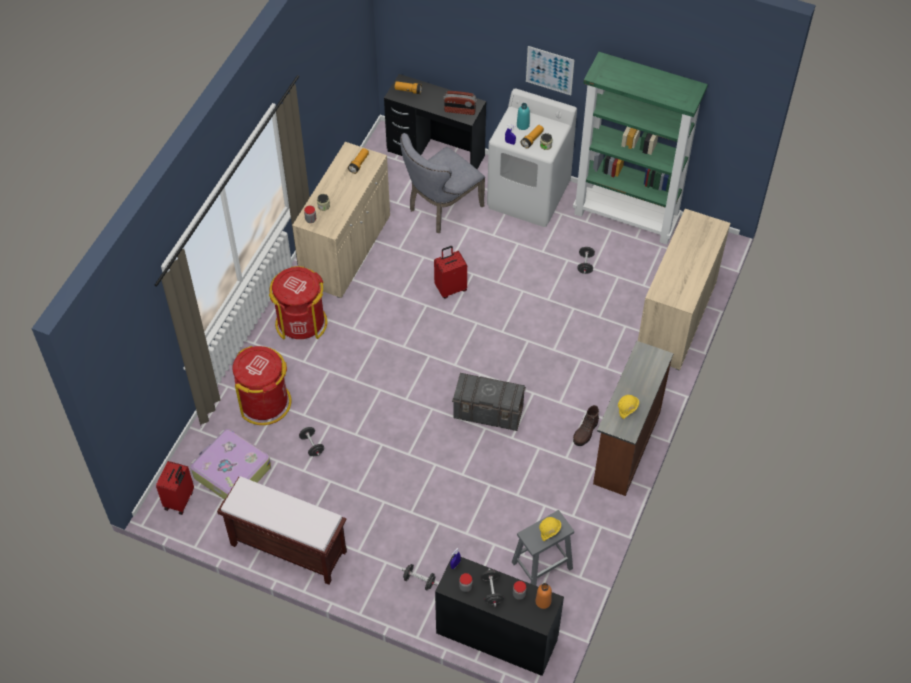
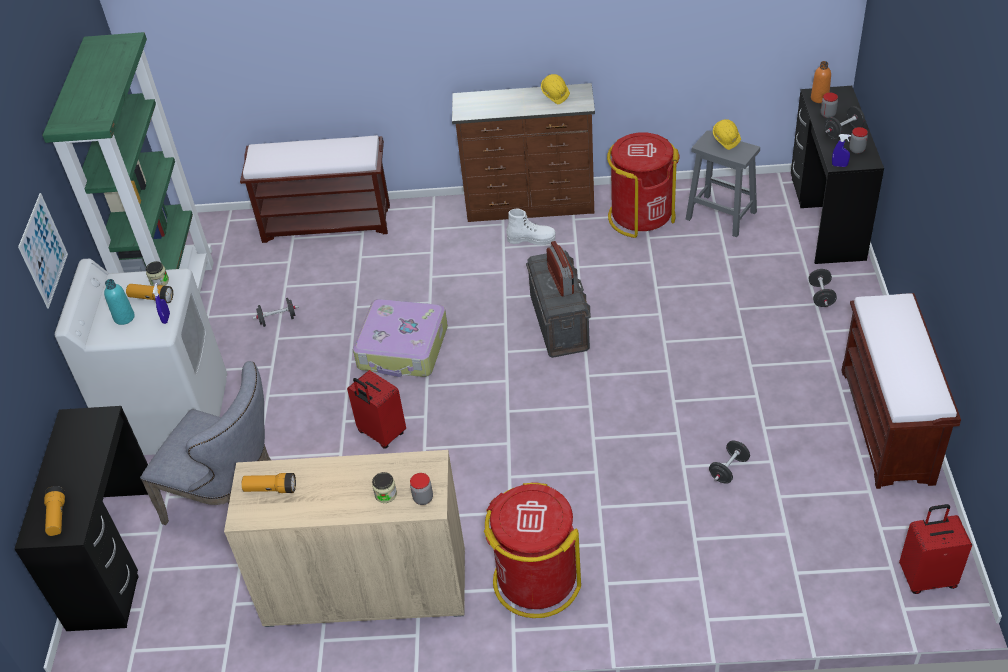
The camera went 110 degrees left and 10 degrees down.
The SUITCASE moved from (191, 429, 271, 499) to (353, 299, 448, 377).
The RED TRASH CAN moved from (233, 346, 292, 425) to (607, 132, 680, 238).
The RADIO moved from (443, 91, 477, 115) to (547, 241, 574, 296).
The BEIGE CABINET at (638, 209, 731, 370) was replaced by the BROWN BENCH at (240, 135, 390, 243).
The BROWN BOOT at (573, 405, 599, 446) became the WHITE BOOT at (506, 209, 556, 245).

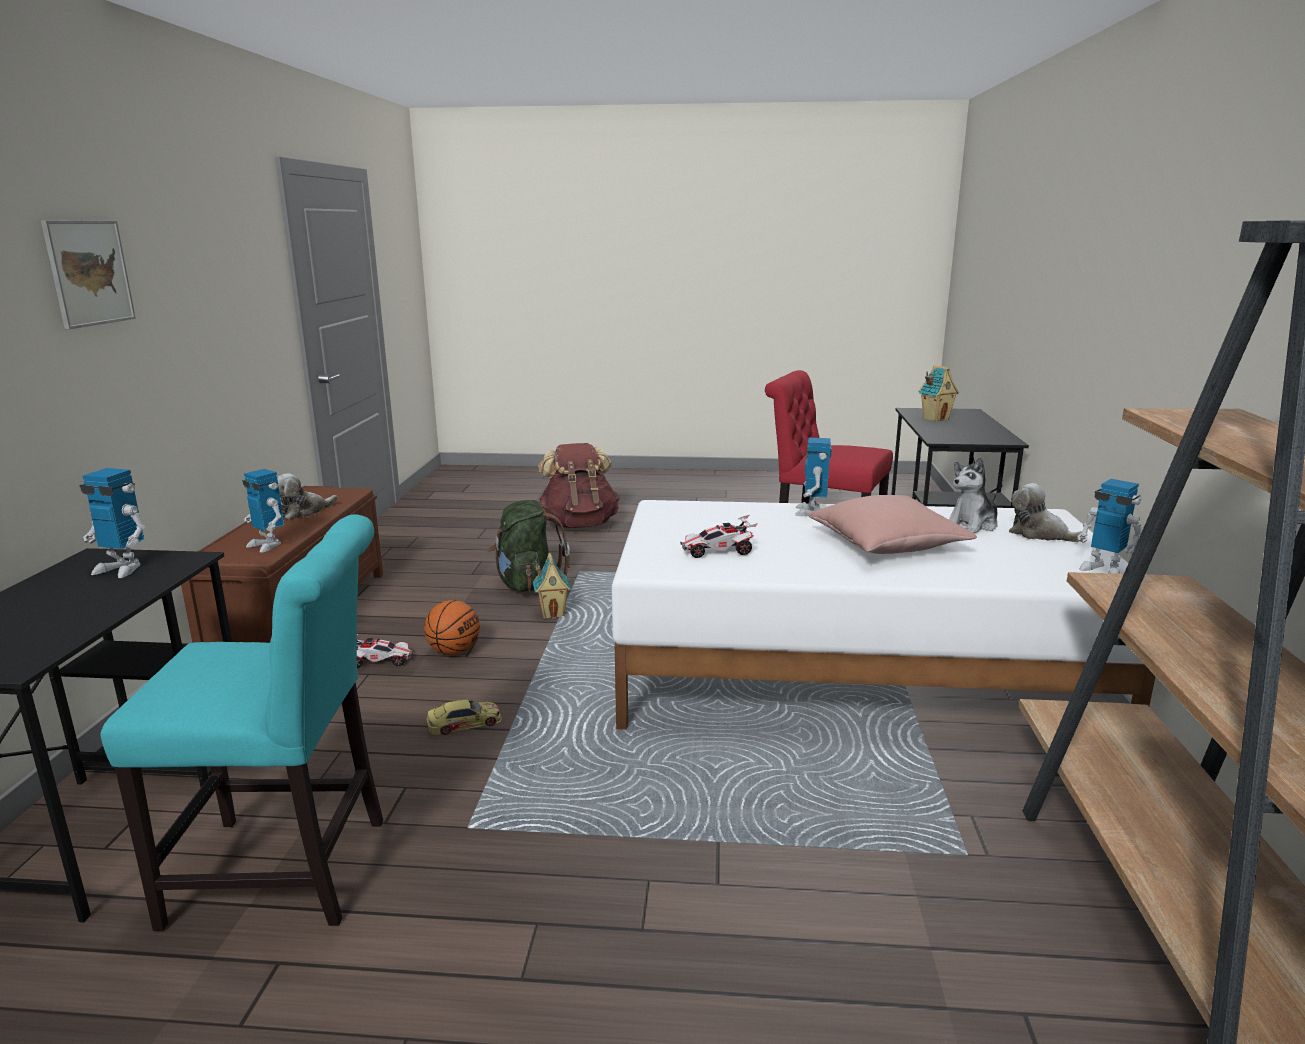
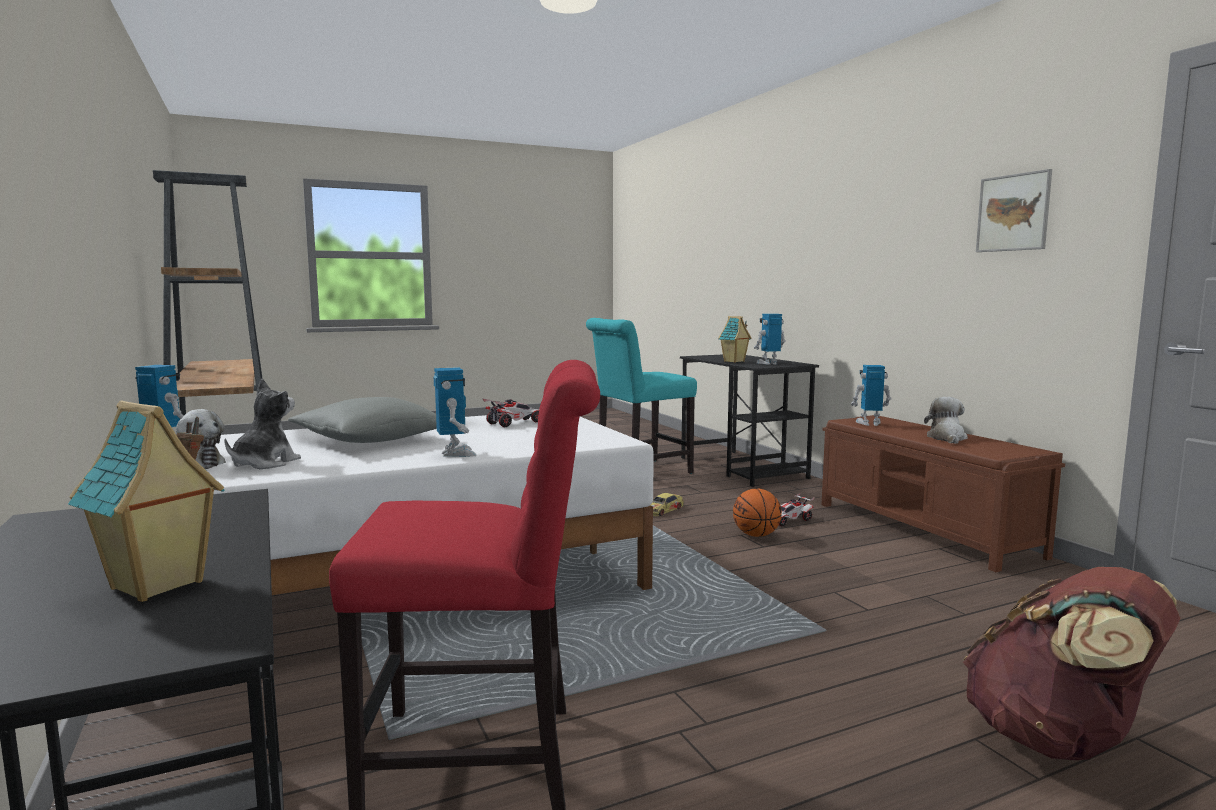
The camera went 150 degrees right and 10 degrees down.
The GREEN BACKPACK at (487, 500, 570, 592) disappeared.
The PICTURE moved from (41, 220, 136, 329) to (976, 169, 1052, 252).
The TOY HOUSE moved from (533, 553, 571, 619) to (719, 316, 751, 363).
The PINK PILLOW at (808, 495, 977, 554) became the GREY PILLOW at (288, 397, 437, 443).

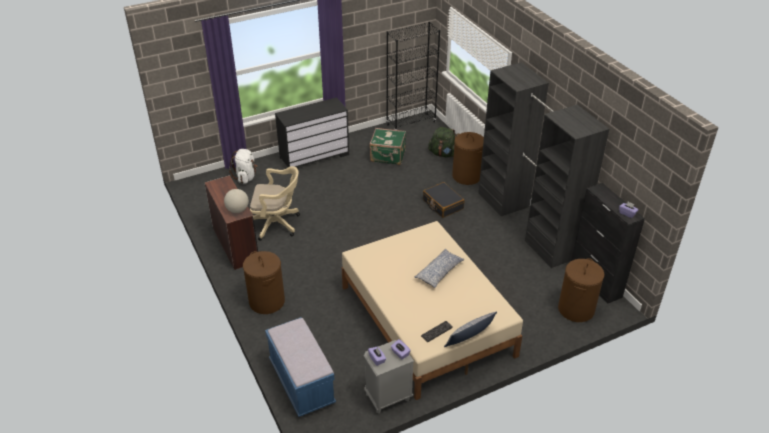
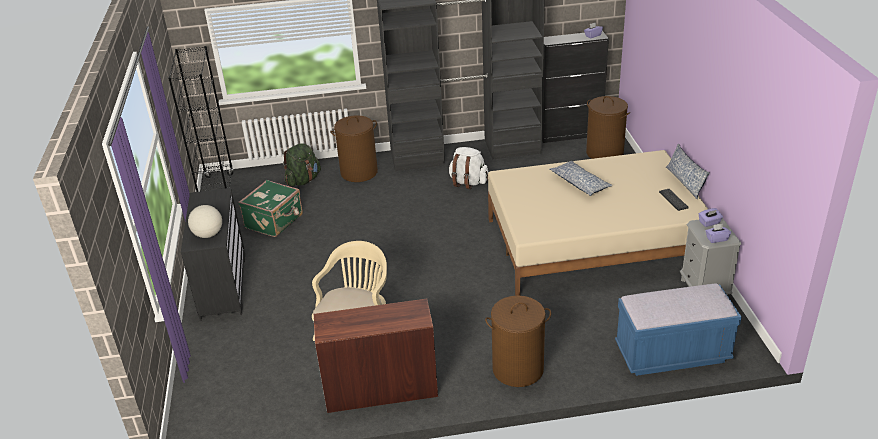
The camera went 70 degrees left and 5 degrees down.
The BLACK SUITCASE at (423, 182, 465, 218) disappeared.
The GLOBE moved from (224, 189, 249, 213) to (188, 205, 222, 238).
The WHITE BACKPACK moved from (229, 149, 257, 184) to (449, 147, 488, 189).

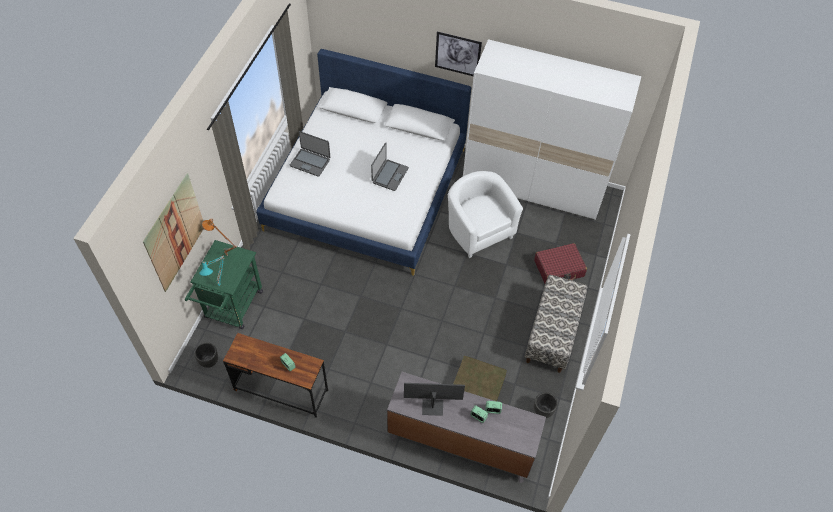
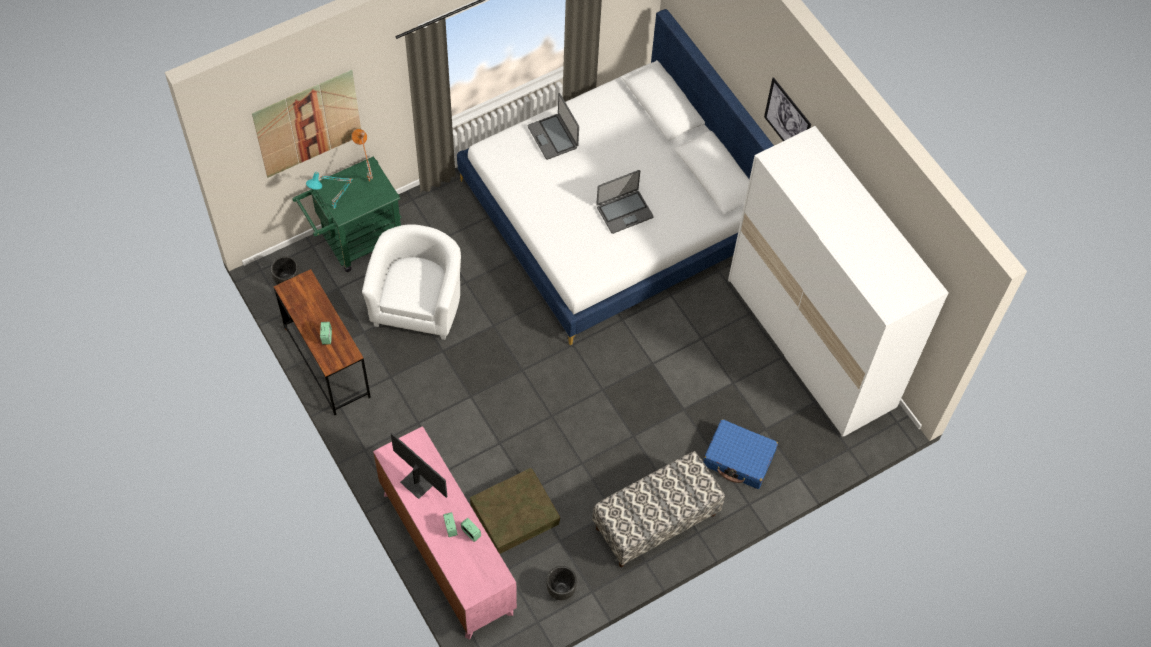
The camera went 40 degrees right and 5 degrees up.
The WHITE ARMCHAIR moved from (448, 171, 523, 258) to (362, 224, 461, 340).
The GREY DRESSER at (387, 372, 546, 483) became the PINK DRESSER at (373, 426, 517, 640).
The RED SUITCASE at (534, 243, 587, 283) became the BLUE SUITCASE at (704, 419, 778, 489).

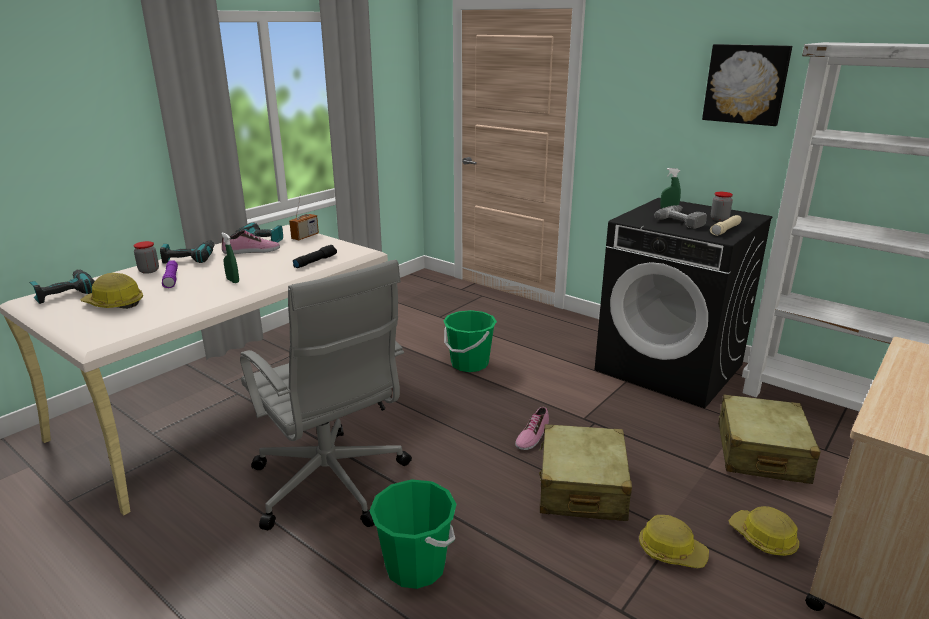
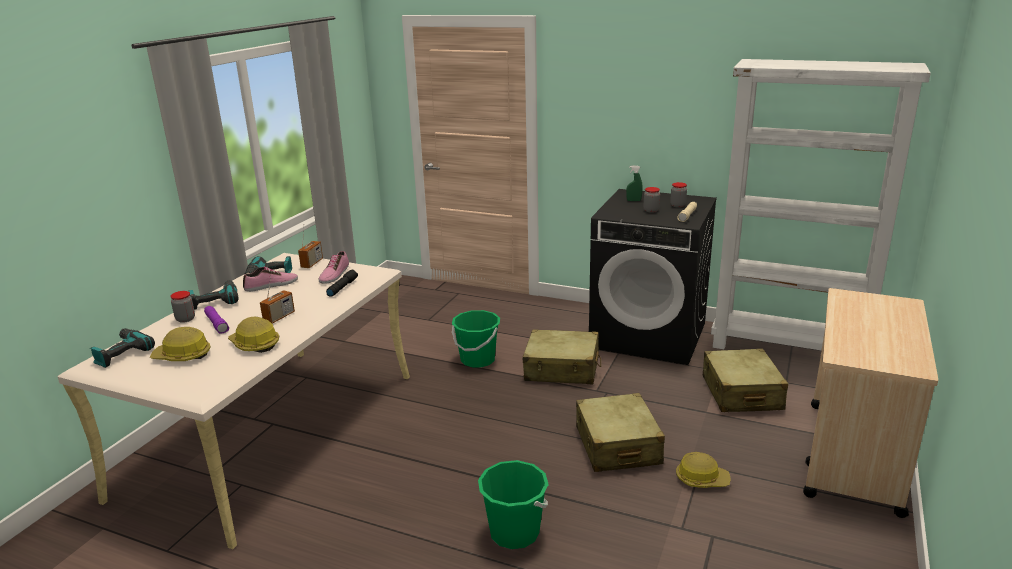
The camera went 15 degrees left and 0 degrees up.
The GREY OFFICE CHAIR at (240, 259, 412, 530) disappeared.
The PICTURE at (702, 44, 792, 126) disappeared.
The BEIGE SUITCASE at (523, 329, 601, 384) appeared.
The SHOE moved from (515, 407, 549, 450) to (319, 251, 349, 284).
The HARD HAT moved from (729, 506, 799, 556) to (228, 317, 279, 353).
The GREEN SPRAY BOTTLE at (221, 233, 239, 283) was replaced by the RADIO at (260, 271, 295, 324).
The POWER DRILL at (654, 205, 707, 229) was replaced by the JAR at (644, 187, 660, 213).

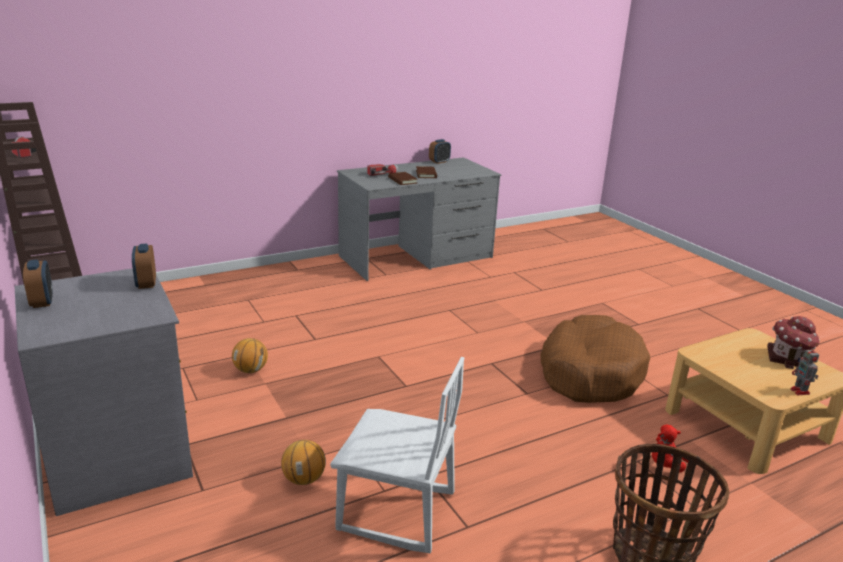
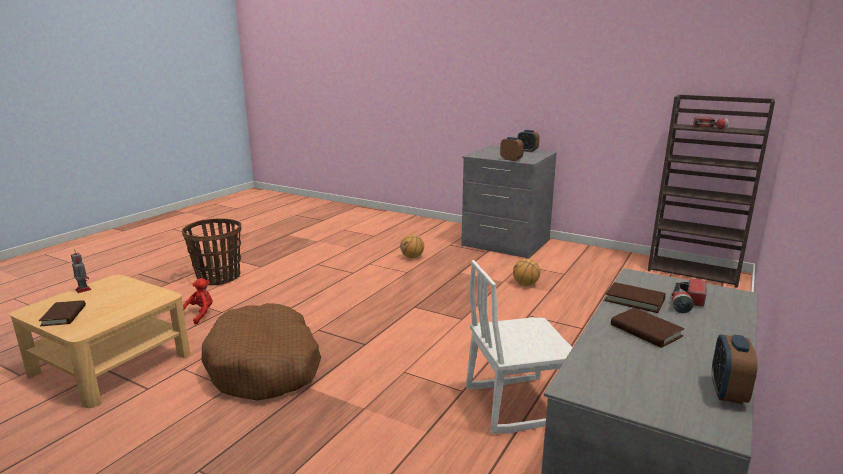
The camera went 150 degrees right and 5 degrees down.
The WHITE CHAIR moved from (330, 357, 464, 553) to (466, 260, 573, 434).
The TOY HOUSE at (767, 316, 820, 369) was replaced by the BROWN BOOK at (39, 300, 86, 326).

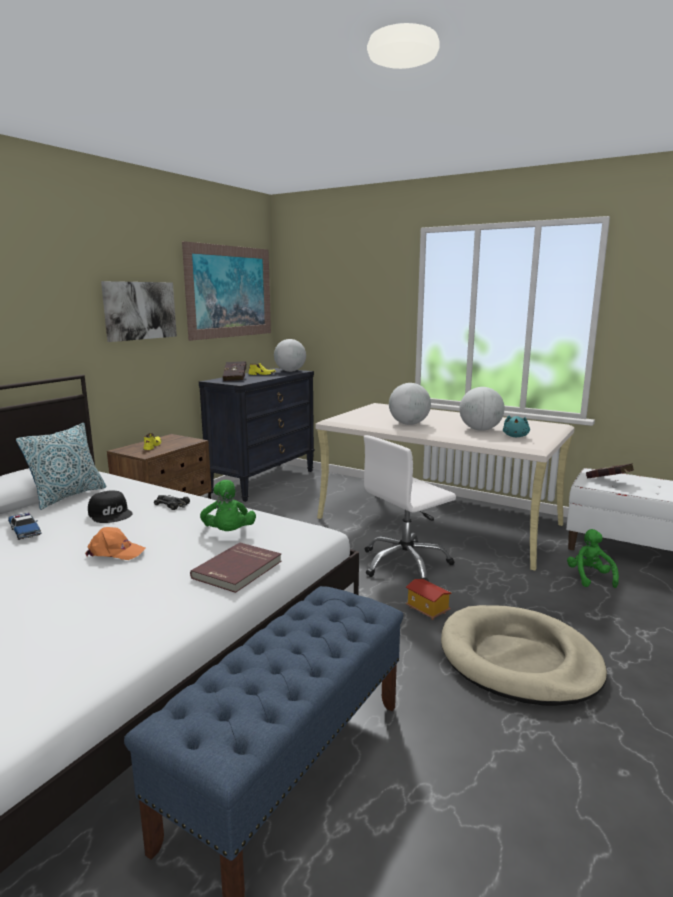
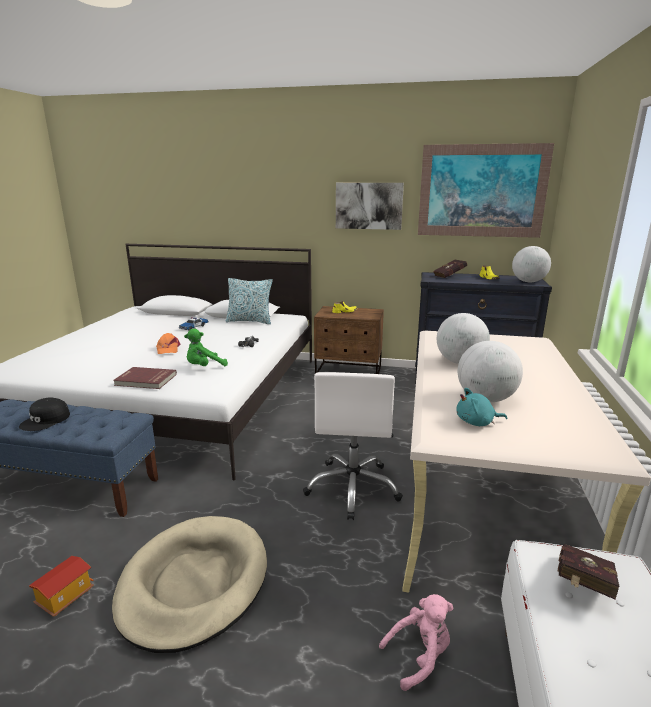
The camera went 70 degrees right and 5 degrees up.
The BLACK CAP moved from (88, 490, 133, 523) to (19, 397, 70, 431).
The TOY HOUSE moved from (406, 579, 451, 620) to (29, 556, 94, 617).
The GREEN PLUSH TOY at (567, 529, 619, 588) became the PINK PLUSH TOY at (379, 594, 453, 691).
The WHITE OFFICE CHAIR at (364, 435, 456, 581) turned 120 degrees counterclockwise.

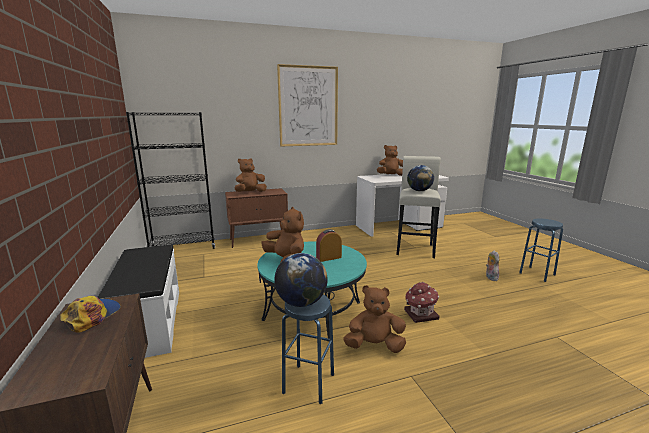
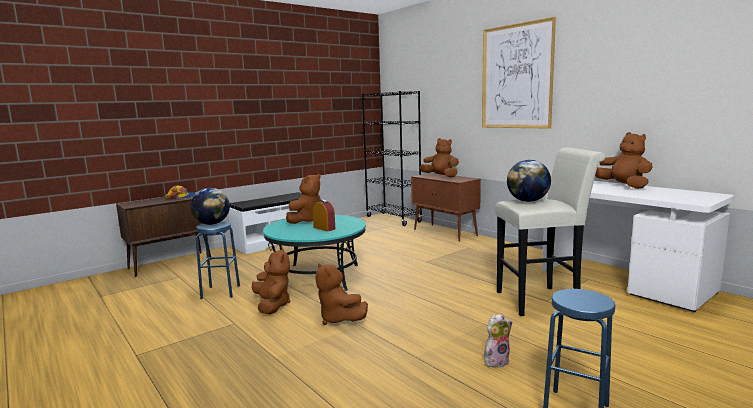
The camera went 70 degrees right and 5 degrees down.
The TOY HOUSE at (404, 282, 439, 323) was replaced by the BROWN PLUSH TOY at (315, 263, 368, 325).

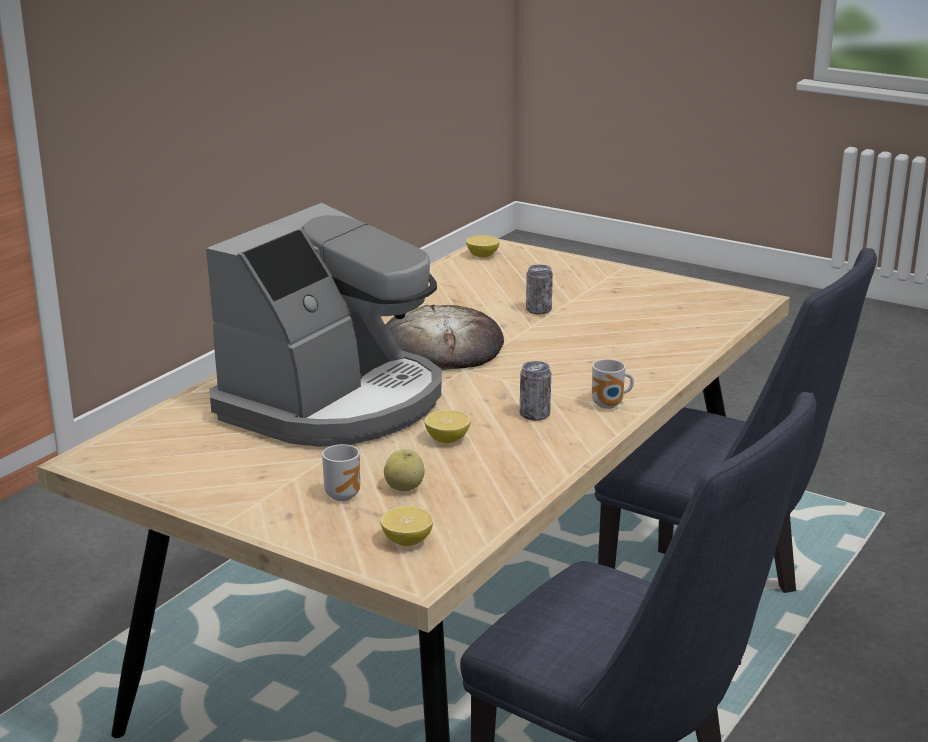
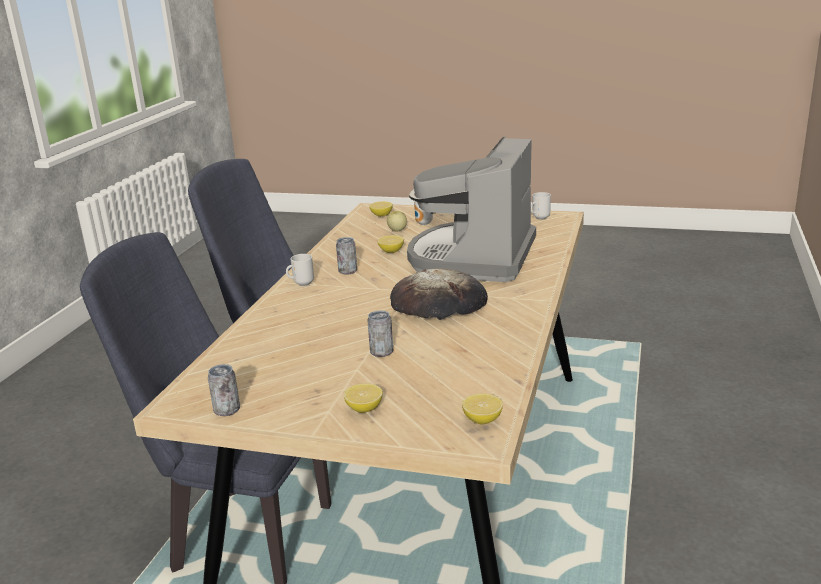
The camera went 165 degrees right and 0 degrees up.
The CAN at (208, 364, 240, 416) appeared.
The LEMON at (344, 383, 383, 413) appeared.
The MUG at (531, 192, 551, 220) appeared.

